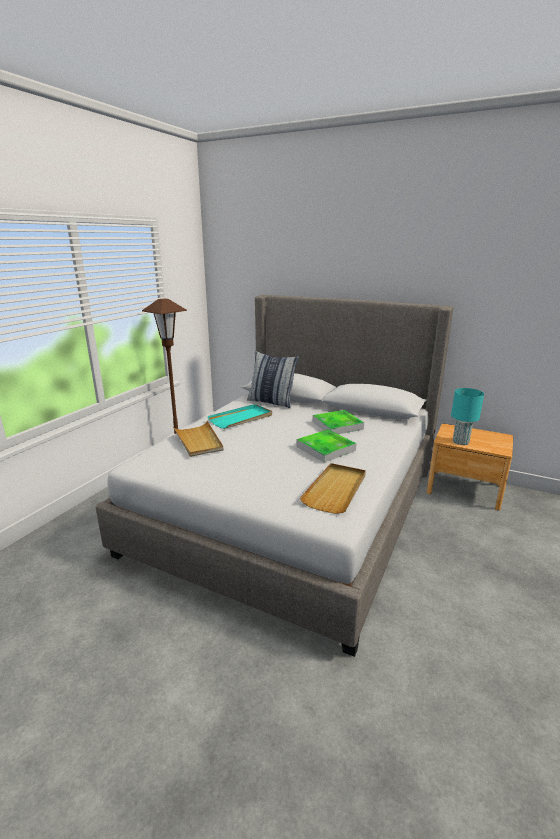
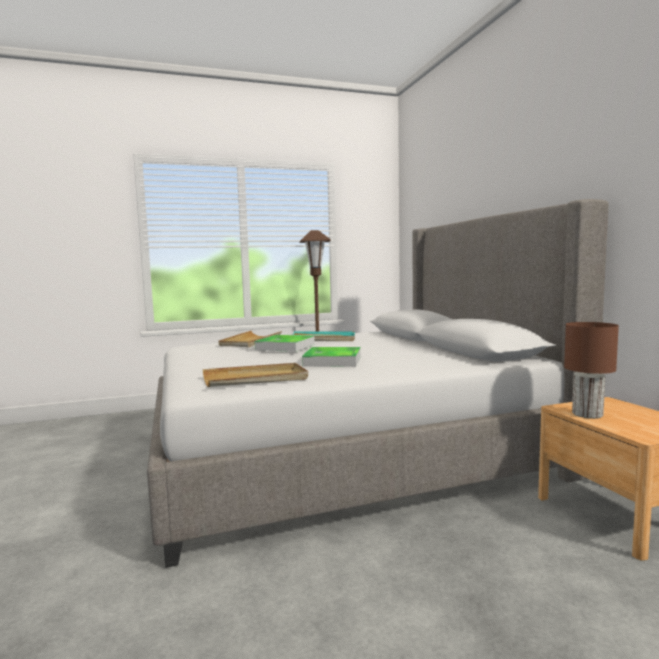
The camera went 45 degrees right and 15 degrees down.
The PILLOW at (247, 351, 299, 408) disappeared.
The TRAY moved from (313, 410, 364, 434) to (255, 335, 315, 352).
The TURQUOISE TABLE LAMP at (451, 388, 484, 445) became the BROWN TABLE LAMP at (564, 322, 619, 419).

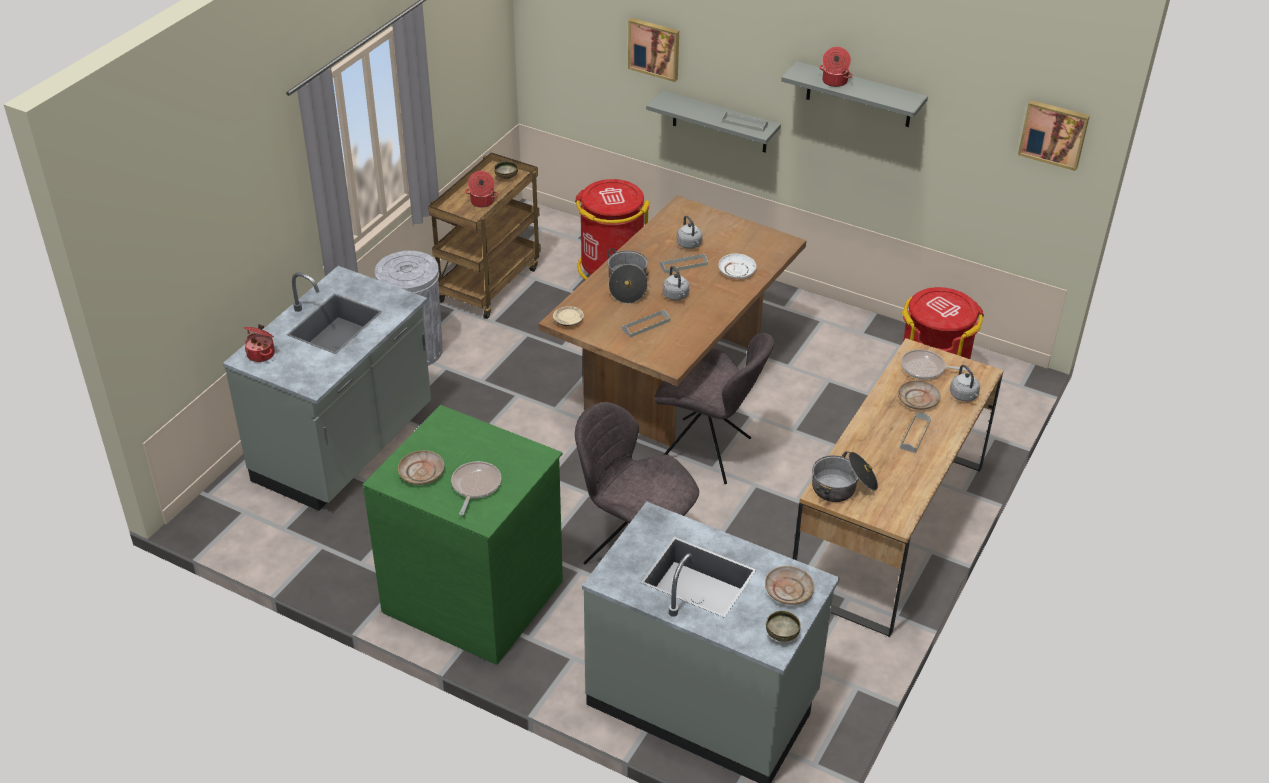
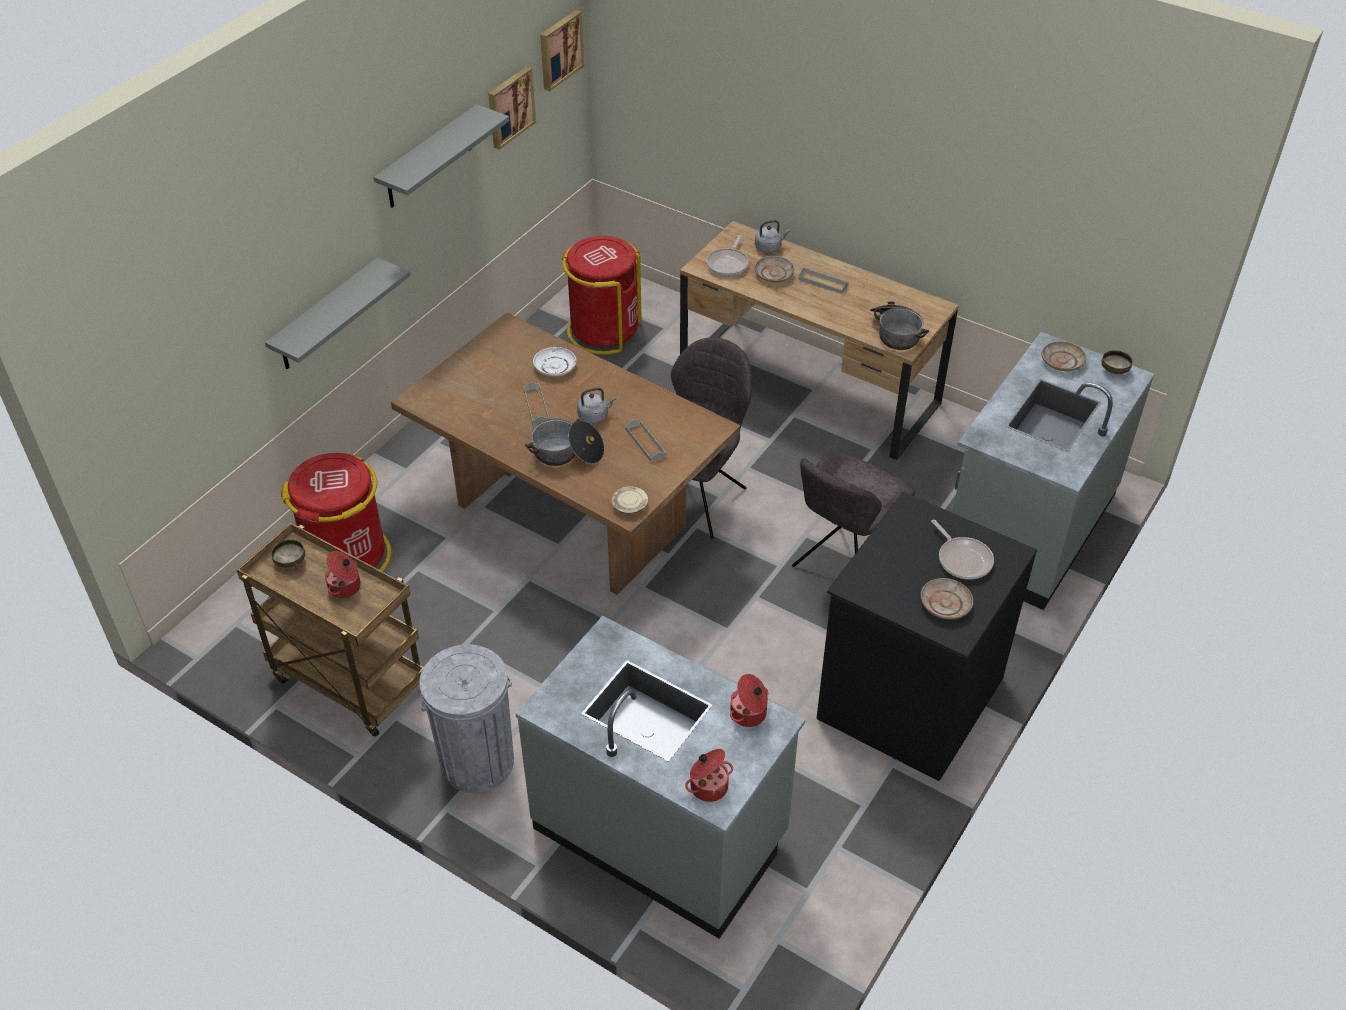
The camera went 85 degrees left and 5 degrees up.
The GREY KETTLE at (677, 216, 702, 249) disappeared.
The GREY TRAY at (722, 112, 768, 132) disappeared.
The PICTURE moved from (628, 18, 679, 82) to (488, 67, 536, 150).
The COOKING POT moved from (819, 47, 852, 87) to (730, 674, 768, 727).
The GREEN DRESSER at (362, 405, 563, 665) became the BLACK DRESSER at (817, 492, 1037, 781).
The FRYING PAN at (451, 461, 501, 515) turned 135 degrees counterclockwise.

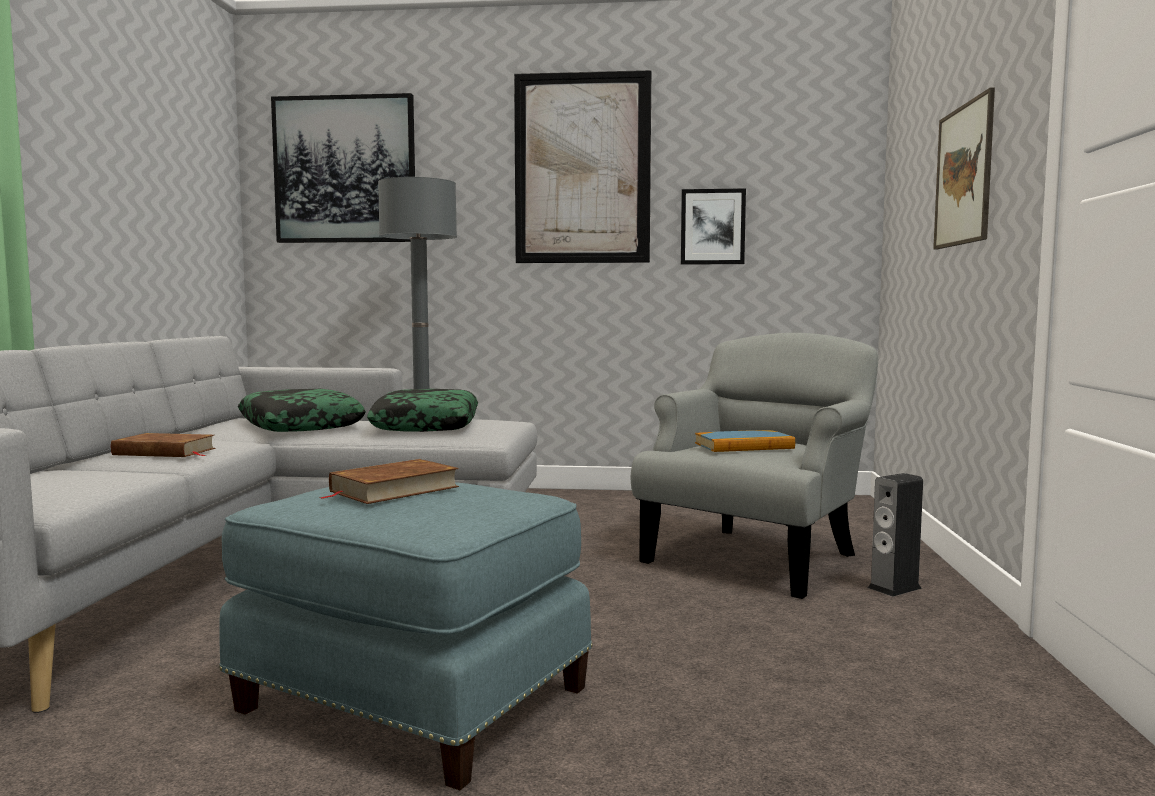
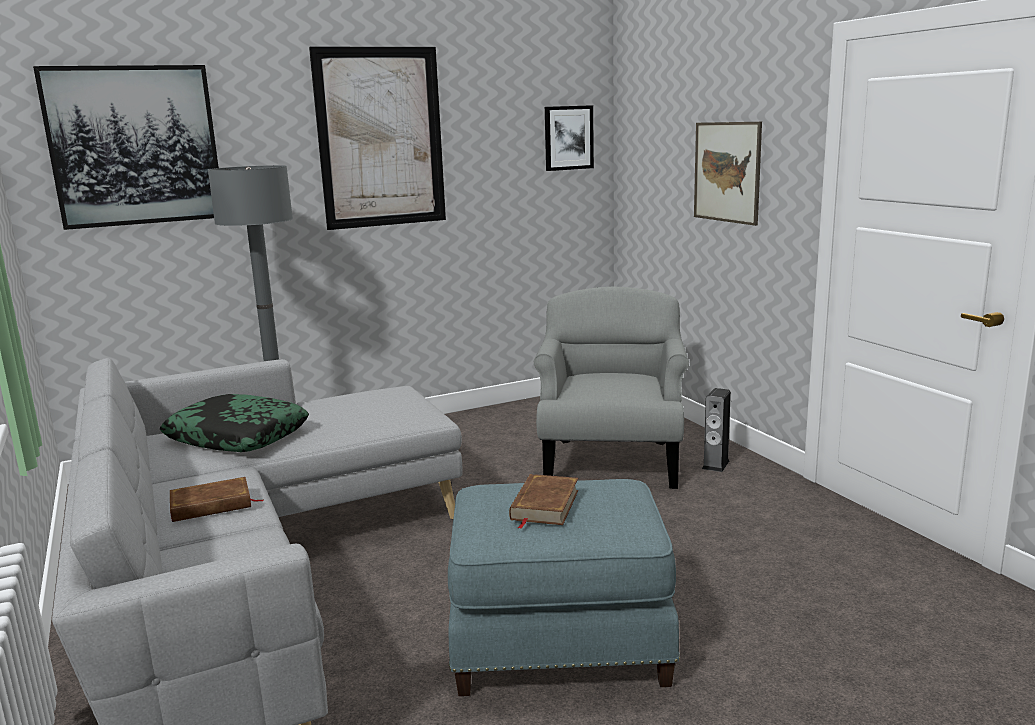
The camera went 30 degrees left and 10 degrees up.
The PILLOW at (367, 389, 478, 432) disappeared.
The BOOK at (695, 430, 795, 452) disappeared.
The PICTURE moved from (681, 188, 746, 265) to (545, 105, 594, 171).

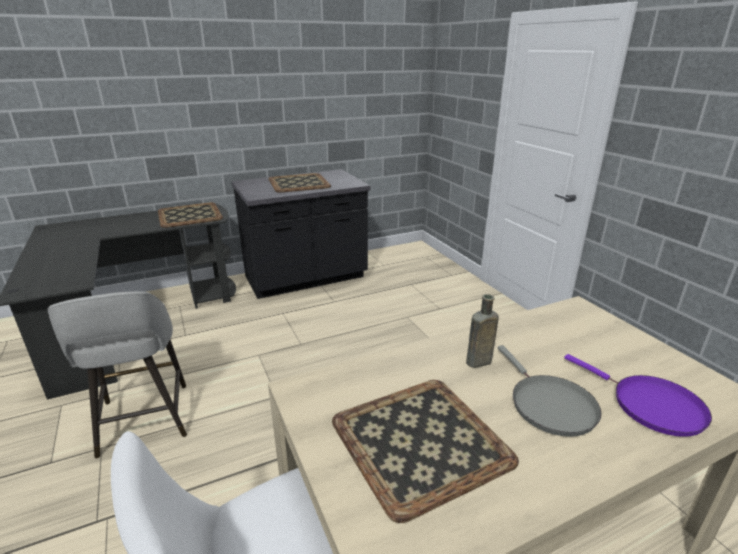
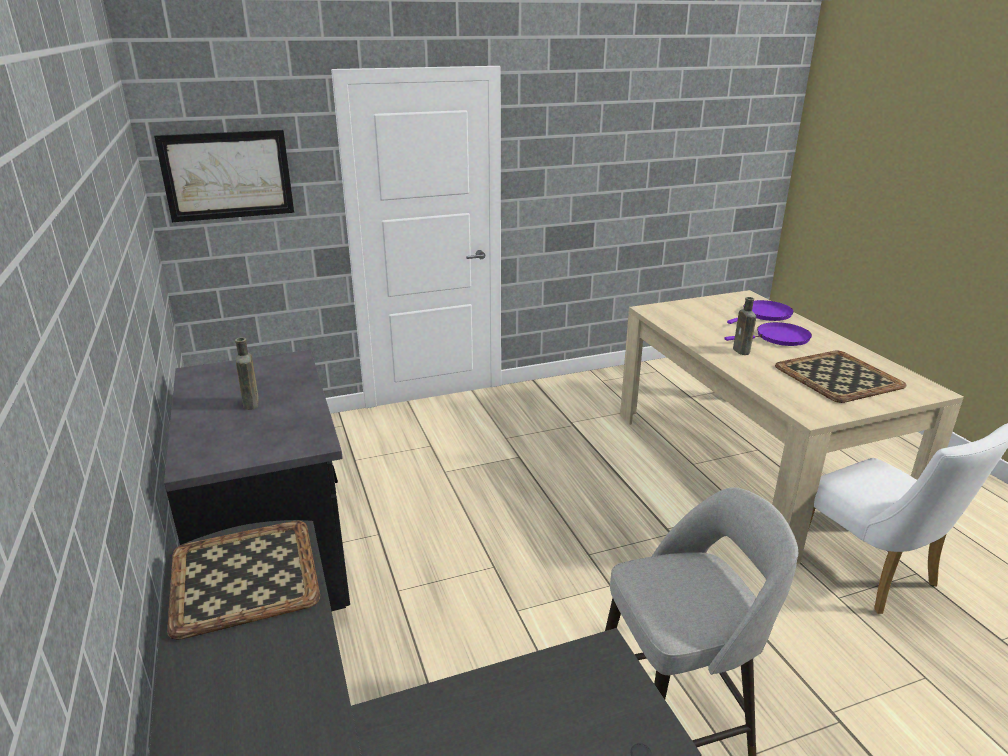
The camera went 85 degrees left and 0 degrees up.
The PICTURE at (154, 130, 294, 222) appeared.
The TRAY at (268, 173, 331, 193) was replaced by the BROWN BOTTLE at (235, 337, 259, 410).
The GREY FRYING PAN at (498, 345, 602, 437) became the PURPLE FRYING PAN at (724, 322, 812, 346).

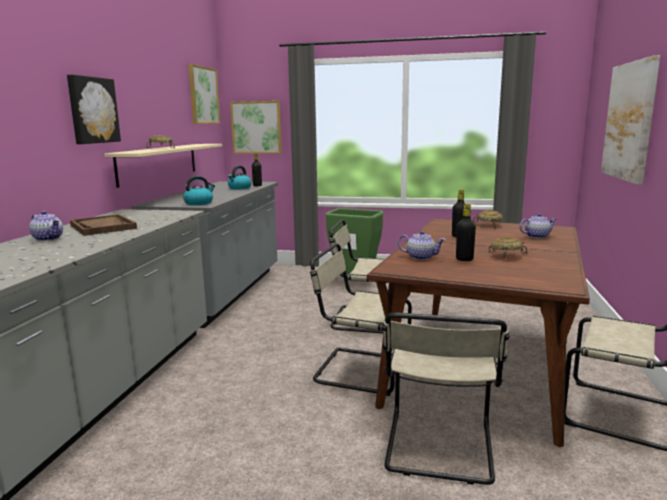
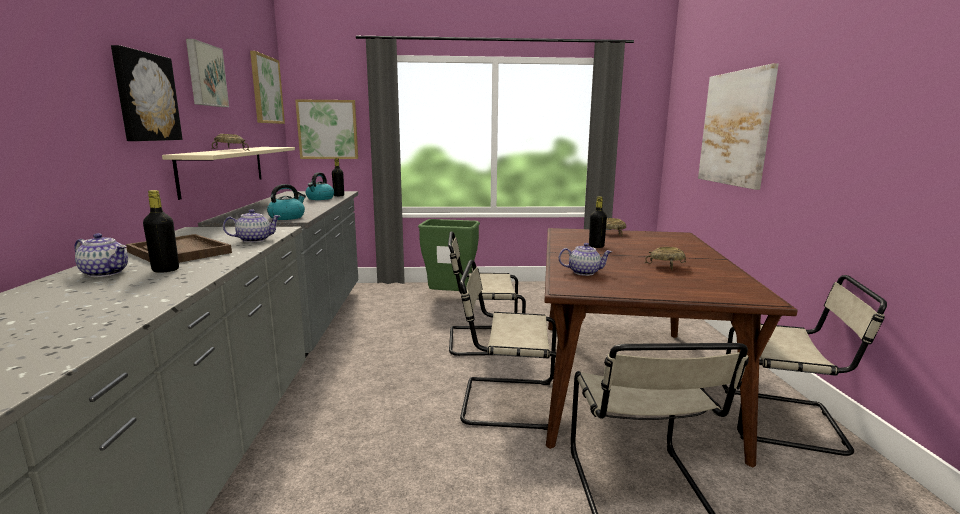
The camera went 15 degrees left and 0 degrees up.
The PICTURE at (186, 39, 229, 107) appeared.
The BLACK BOTTLE moved from (456, 204, 476, 261) to (143, 190, 179, 273).
The TEAPOT moved from (519, 213, 556, 239) to (223, 209, 281, 243).

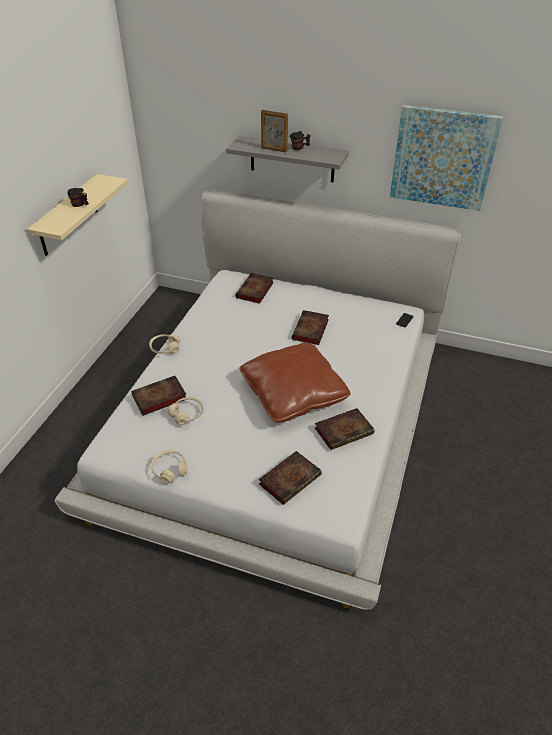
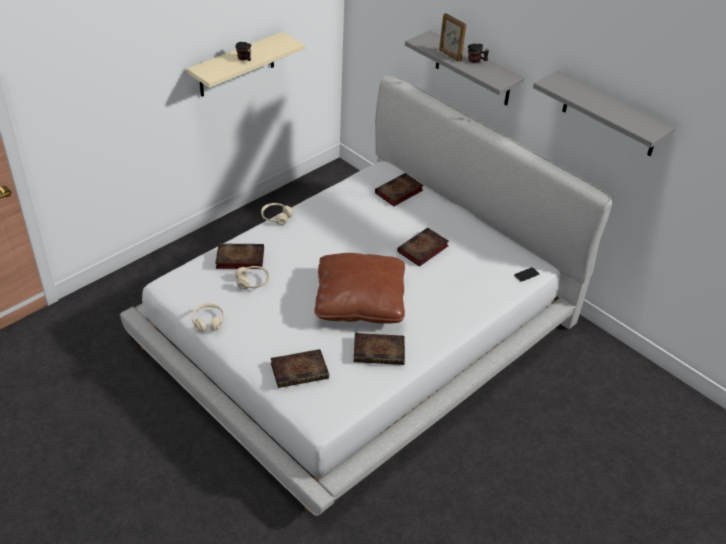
The camera went 25 degrees right and 0 degrees up.
The PICTURE at (390, 105, 503, 211) was replaced by the GREY SHELF at (533, 70, 676, 156).

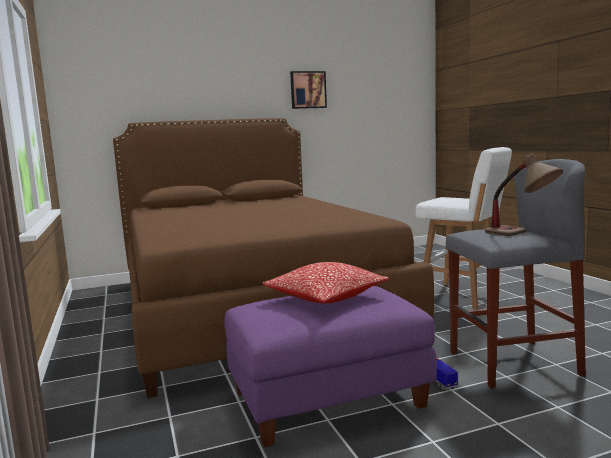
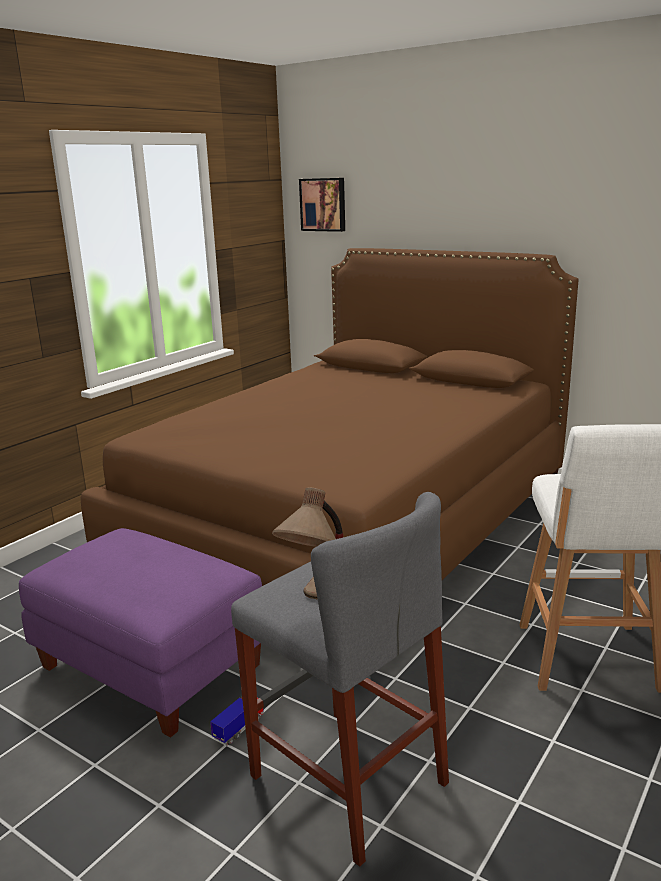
The camera went 55 degrees right and 10 degrees up.
The PILLOW at (263, 262, 389, 303) disappeared.
The PICTURE moved from (290, 71, 327, 109) to (299, 178, 345, 232).

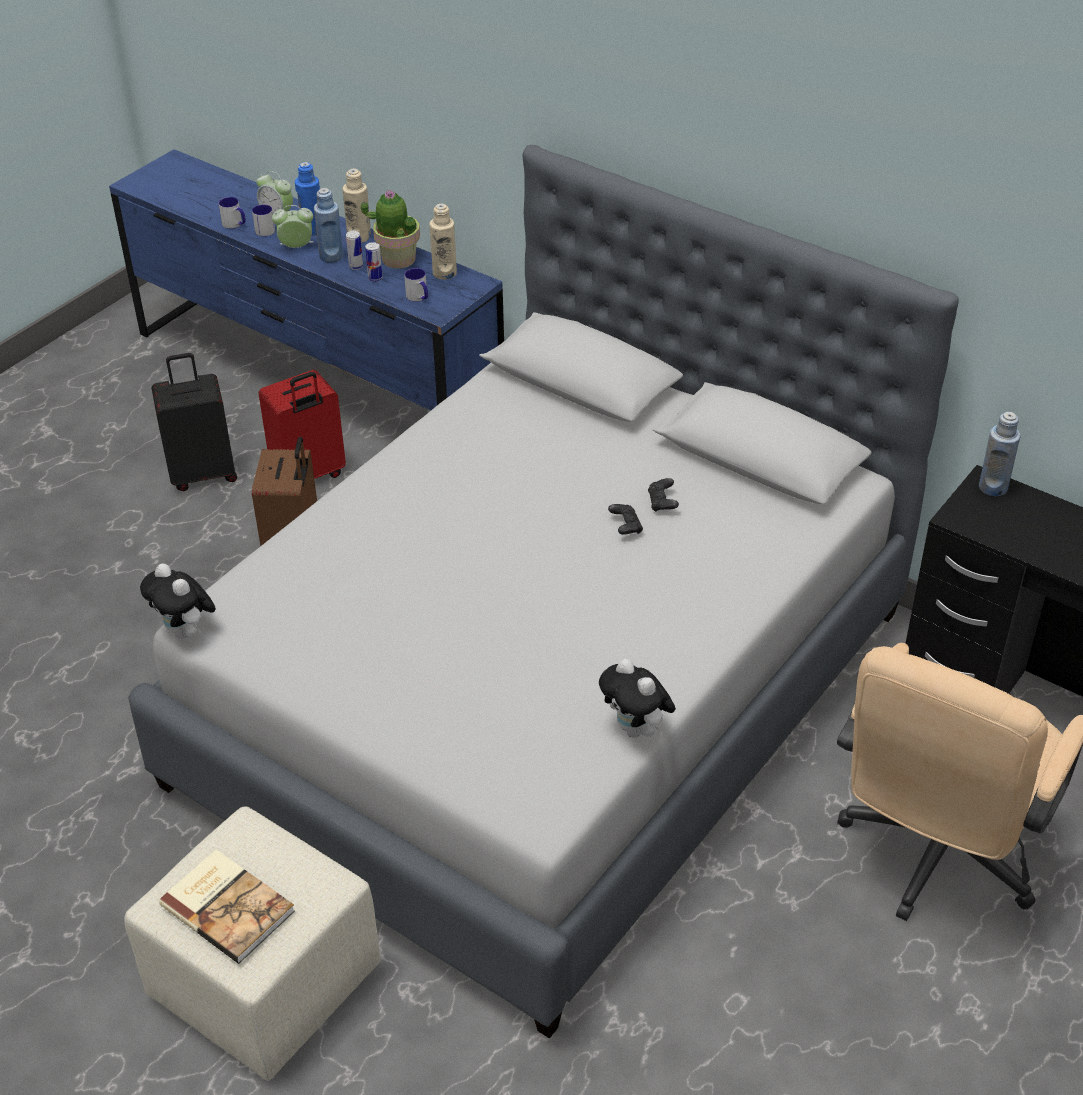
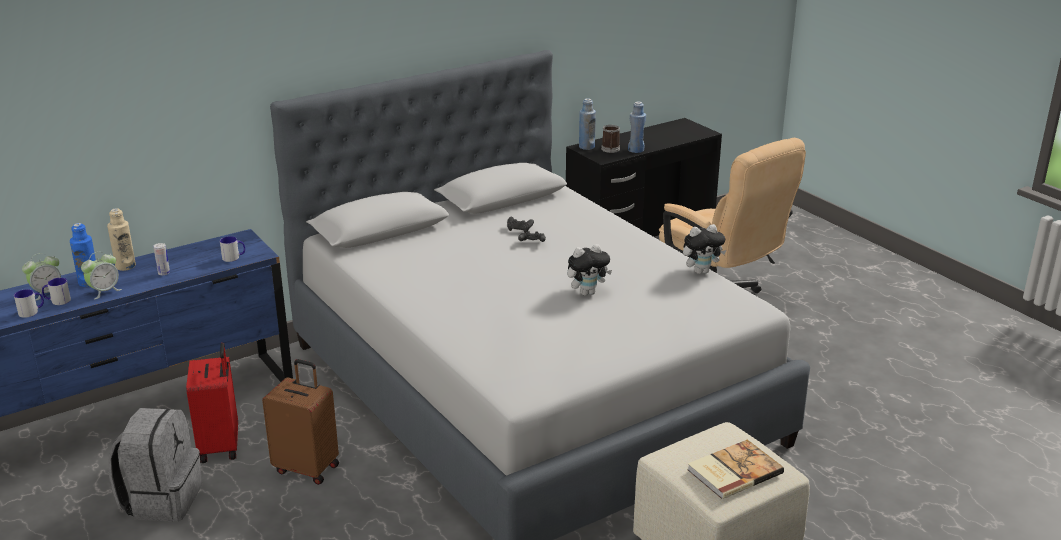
The camera went 70 degrees left and 15 degrees down.
The POTTED PLANT at (361, 190, 420, 269) disappeared.
The CAN at (365, 242, 383, 282) disappeared.
The BEIGE BOTTLE at (429, 204, 457, 280) disappeared.
The MUG at (601, 125, 620, 153) appeared.
The PLUSH TOY moved from (140, 563, 216, 639) to (567, 244, 612, 296).
The BLUE BOTTLE moved from (314, 188, 343, 263) to (628, 101, 646, 153).
The BLACK SUITCASE at (152, 353, 237, 491) was replaced by the GREY BACKPACK at (108, 408, 202, 522).
The ALARM CLOCK at (272, 205, 314, 248) turned 150 degrees counterclockwise.

